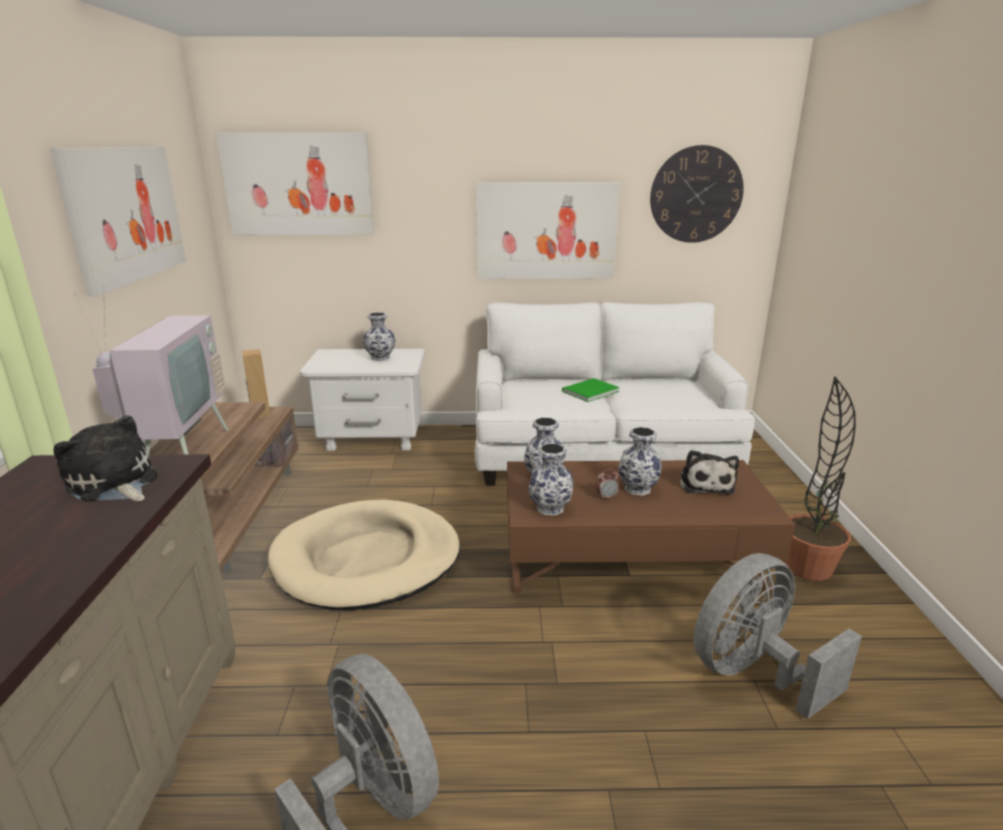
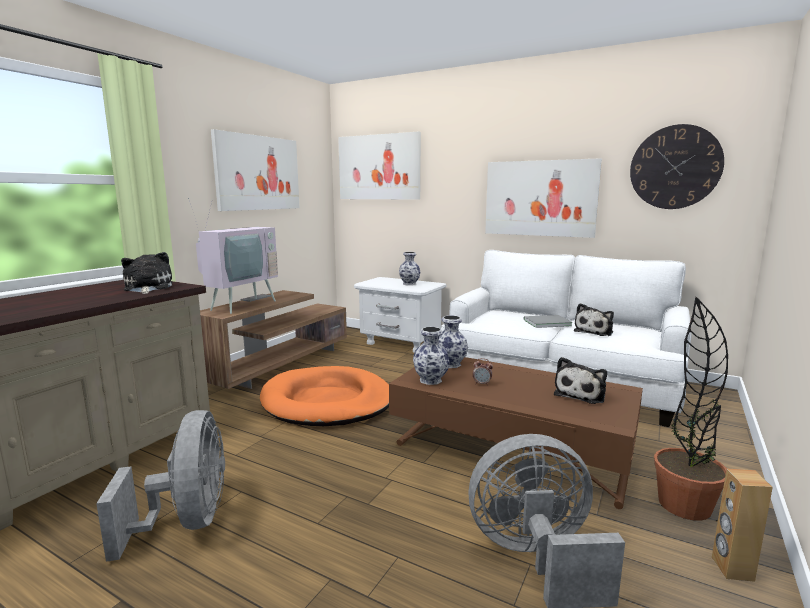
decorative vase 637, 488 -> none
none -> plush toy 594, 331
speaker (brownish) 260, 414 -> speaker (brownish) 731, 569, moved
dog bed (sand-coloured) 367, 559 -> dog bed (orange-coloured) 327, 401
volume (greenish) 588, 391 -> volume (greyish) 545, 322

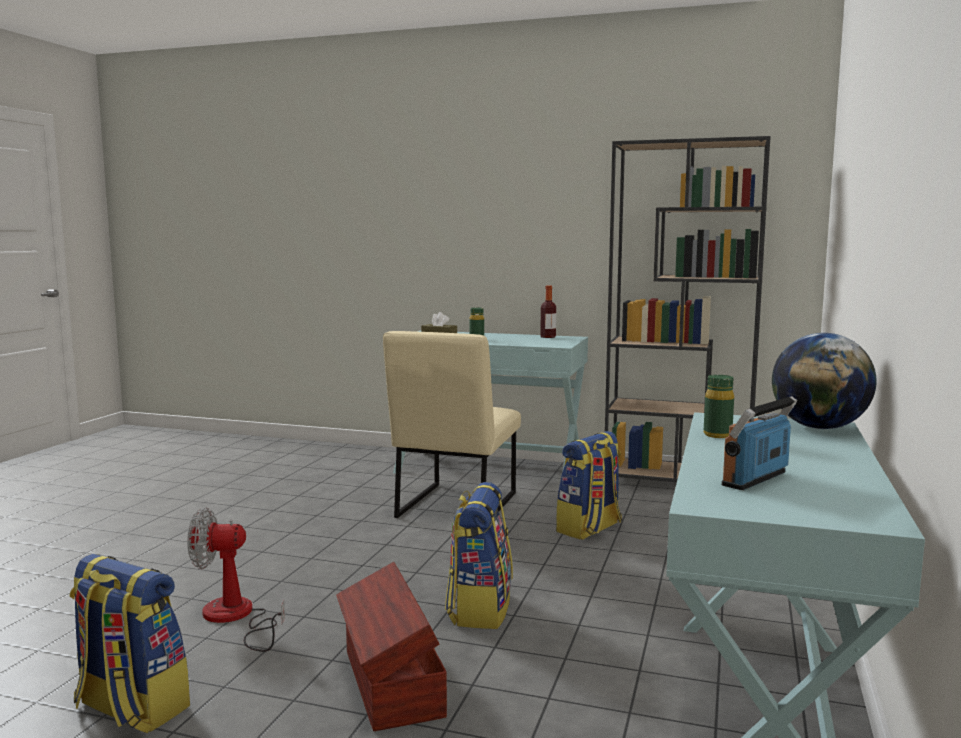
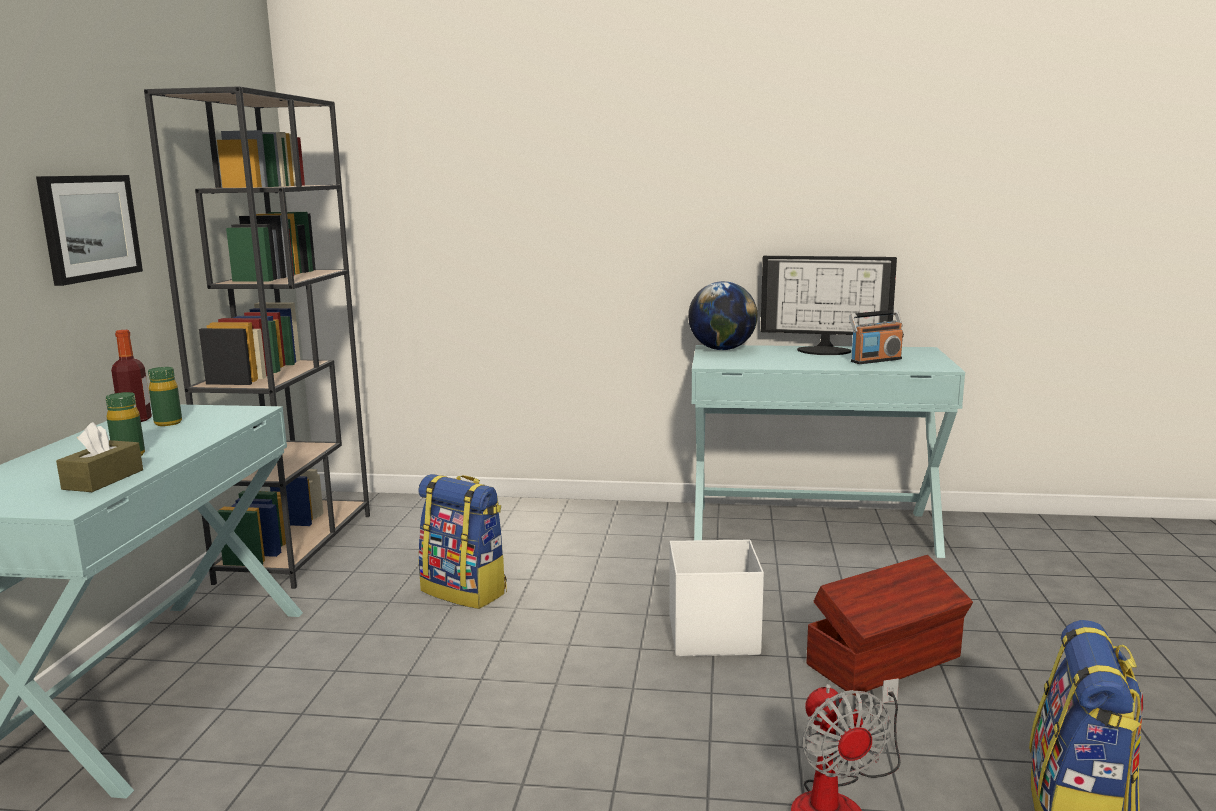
upright chair (sand-coloured) 455, 506 -> none
none -> wall picture 89, 227
none -> monitor 825, 350
drink bottle (greenish) 717, 435 -> drink bottle (greenish) 168, 423, moved
backpack 479, 609 -> storage bin (whitish) 711, 636
radio set 755, 479 -> radio set 875, 360, 60 degrees counterclockwise

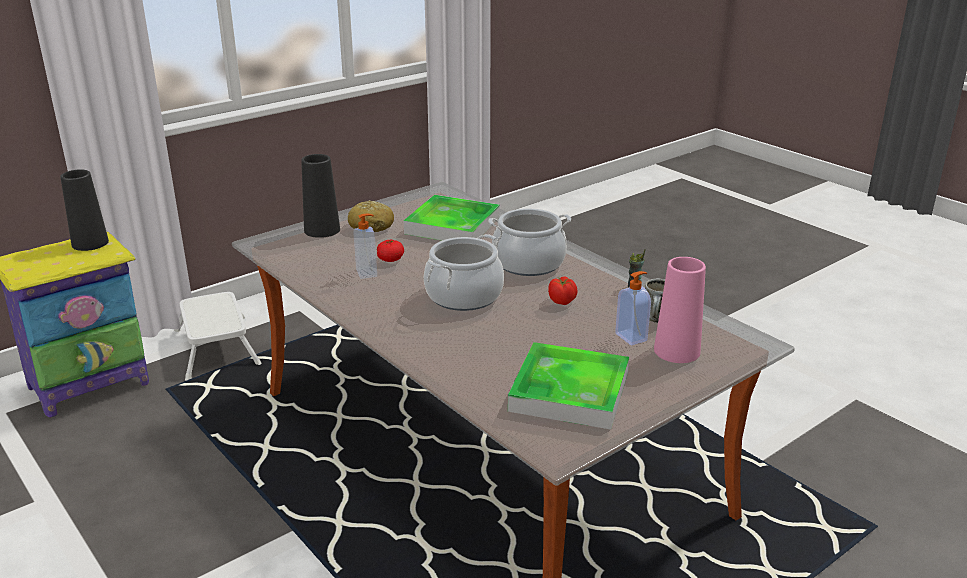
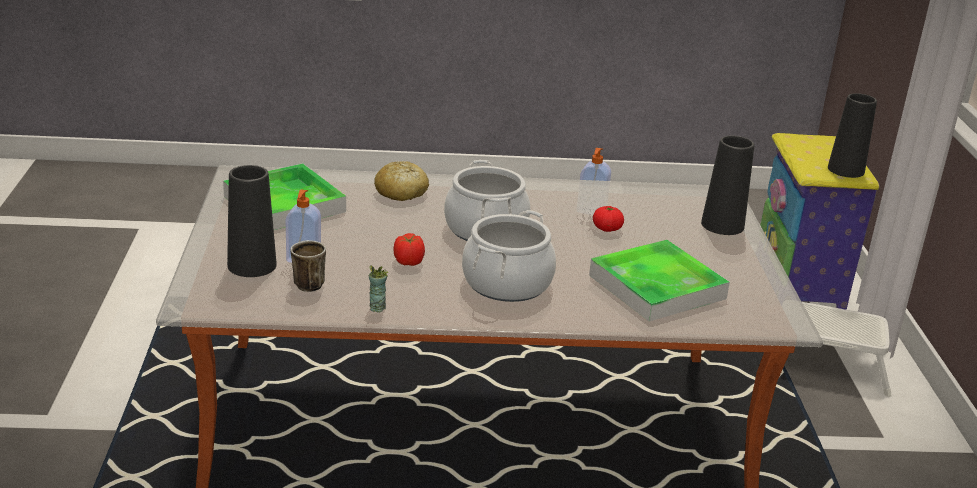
bakery bread 371, 226 -> bakery bread 401, 192, moved
decorative vase (pink-coloured) 676, 351 -> decorative vase (blackish) 252, 265

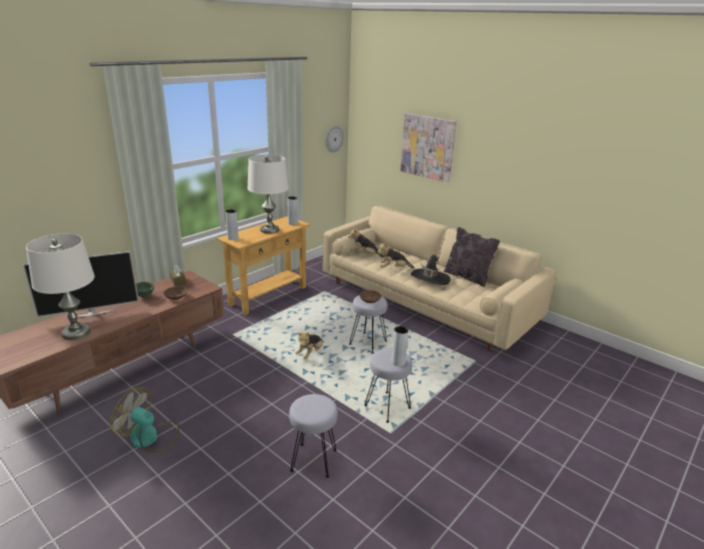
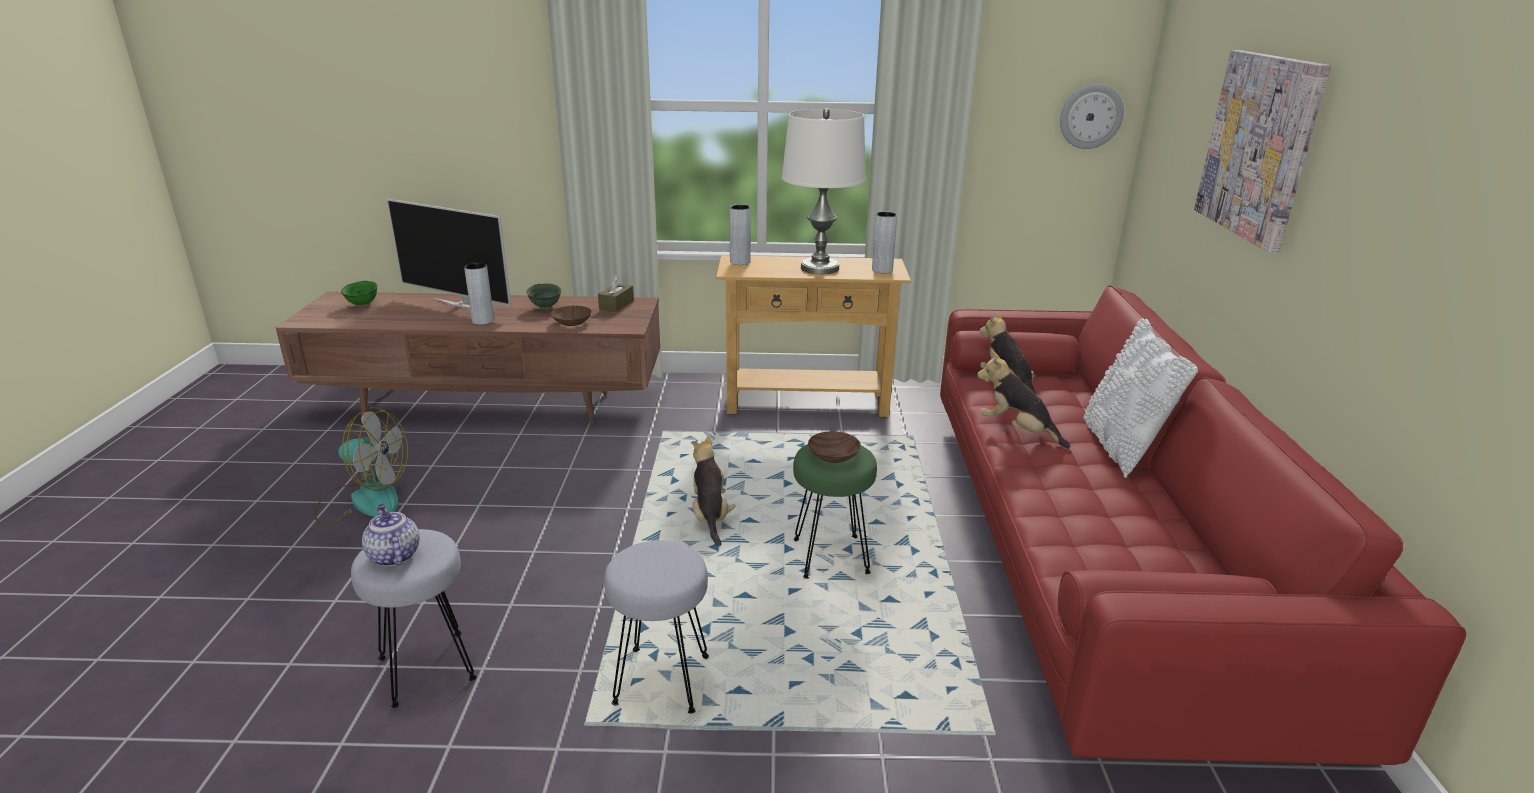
lamp for a table (whitish) 76, 333 -> none
clothing hat (blackish) 430, 278 -> none
pillow (blackish) 467, 277 -> none
none -> serving bowl (greenish) 363, 305
none -> teapot 393, 555
none -> pillow (whitish) 1121, 447
decorative vase (greyish) 398, 362 -> decorative vase (greyish) 483, 321, moved
settee (sand-coloured) 426, 301 -> settee (red) 1095, 552
sitting stool (greyish) 367, 343 -> sitting stool (greenish) 829, 556
cooling fan 150, 437 -> cooling fan 363, 500, 120 degrees clockwise
plush toy 310, 353 -> plush toy 710, 516, 90 degrees clockwise

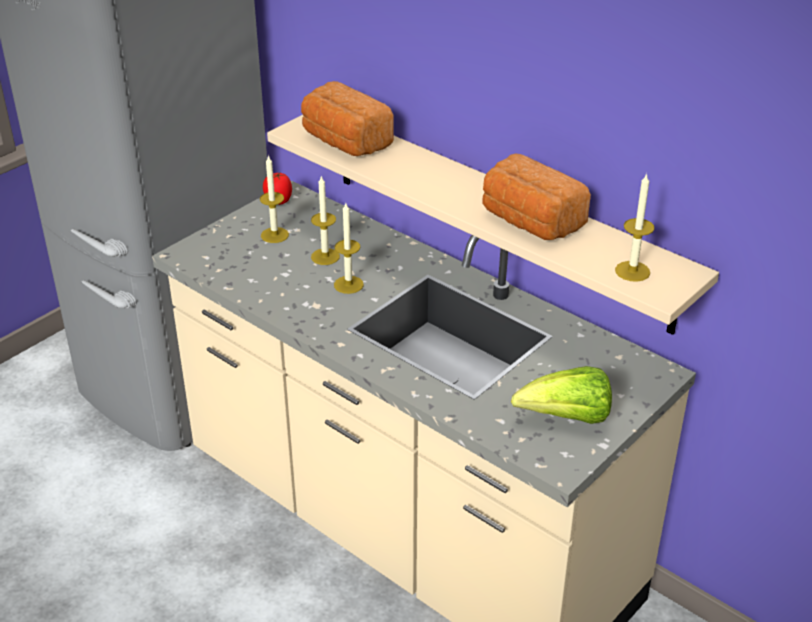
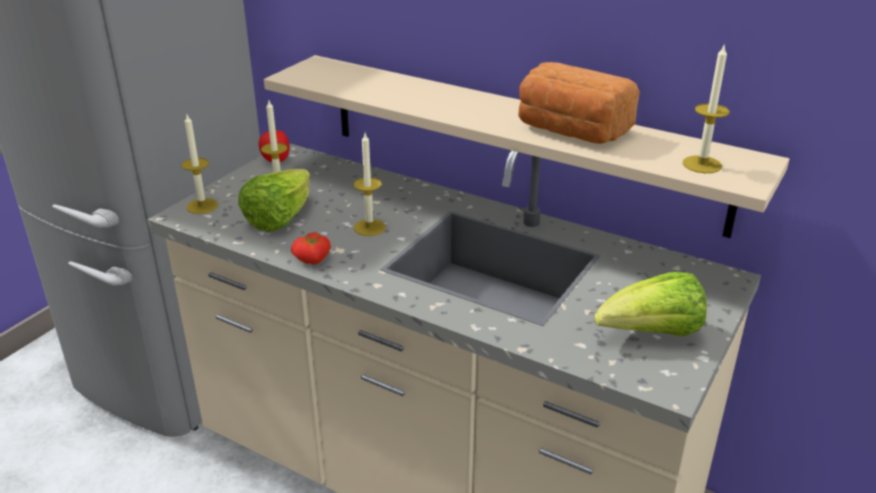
bakery bread 344, 142 -> none
none -> lettuce 279, 218
none -> fresh tomato 312, 260
wax light 325, 256 -> wax light 202, 206, moved

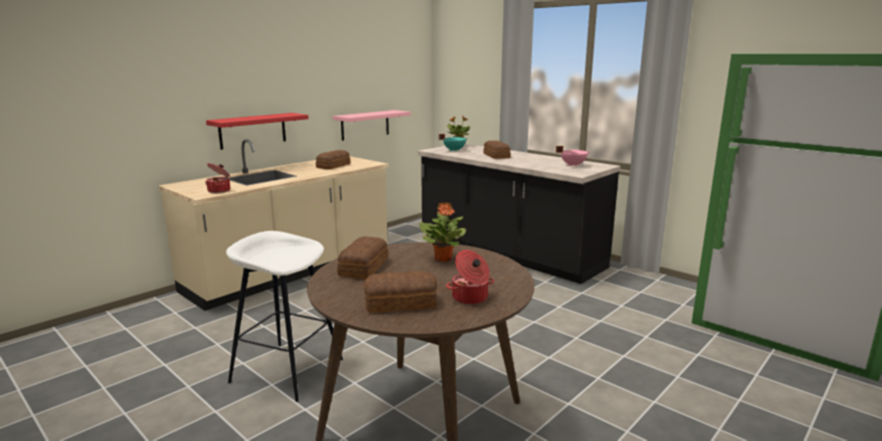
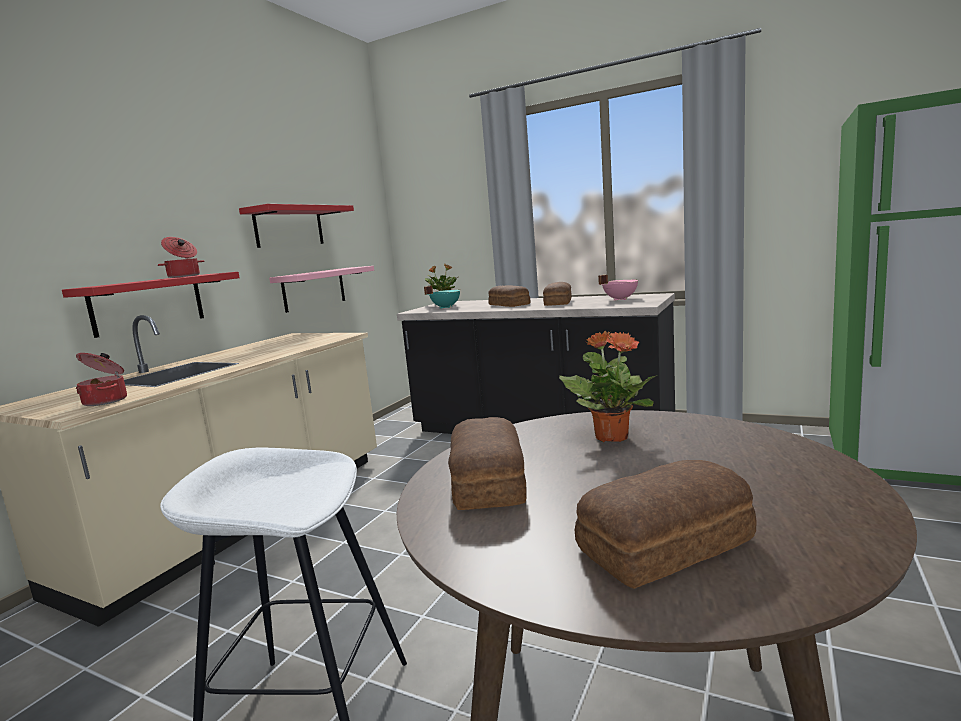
none -> shelf (red) 289, 227
bakery bread 334, 166 -> bakery bread 559, 302, moved
cooking pot 470, 298 -> cooking pot 184, 276, moved

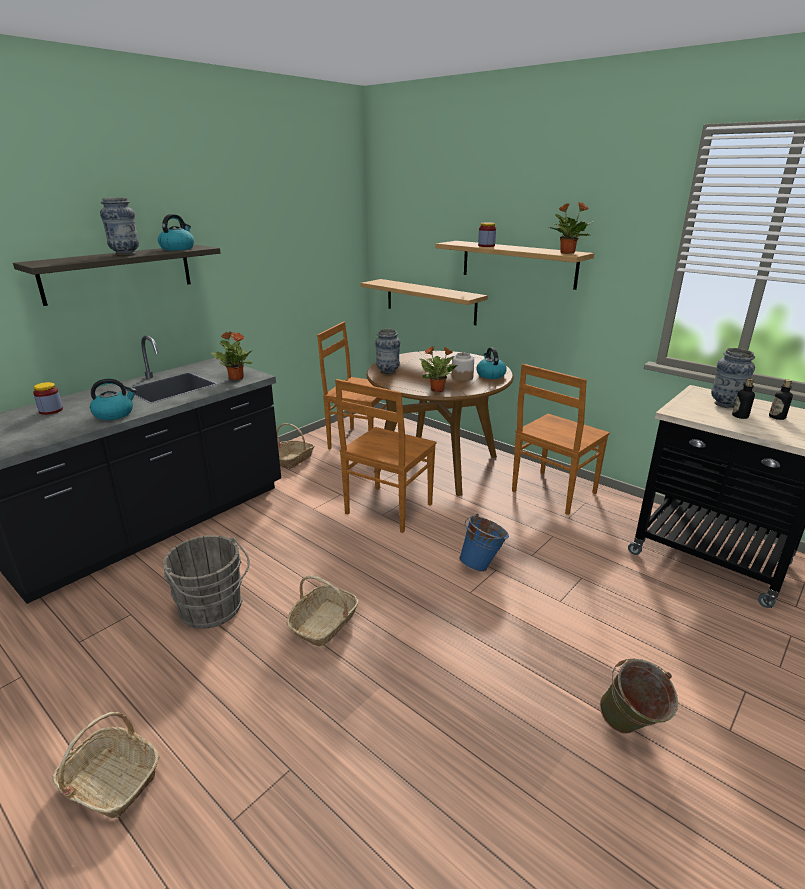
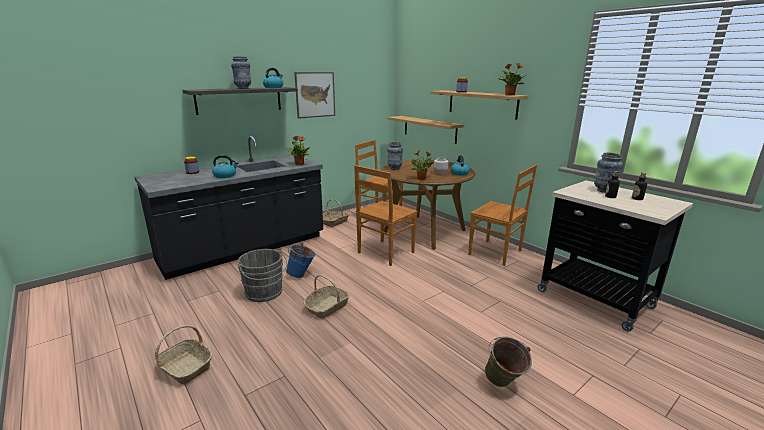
none -> wall picture 315, 94
water bucket (bluish) 482, 565 -> water bucket (bluish) 302, 275, moved
upright chair (brownish) 552, 493 -> upright chair (brownish) 496, 253, 105 degrees counterclockwise

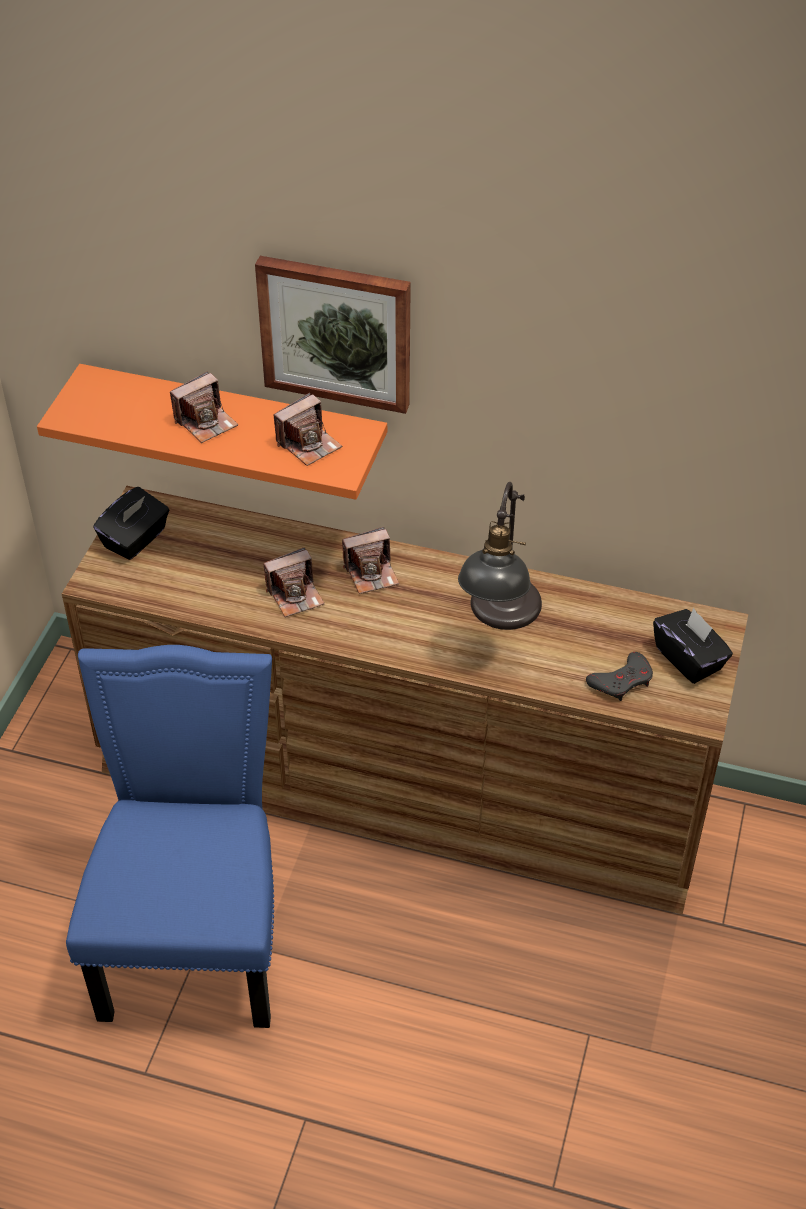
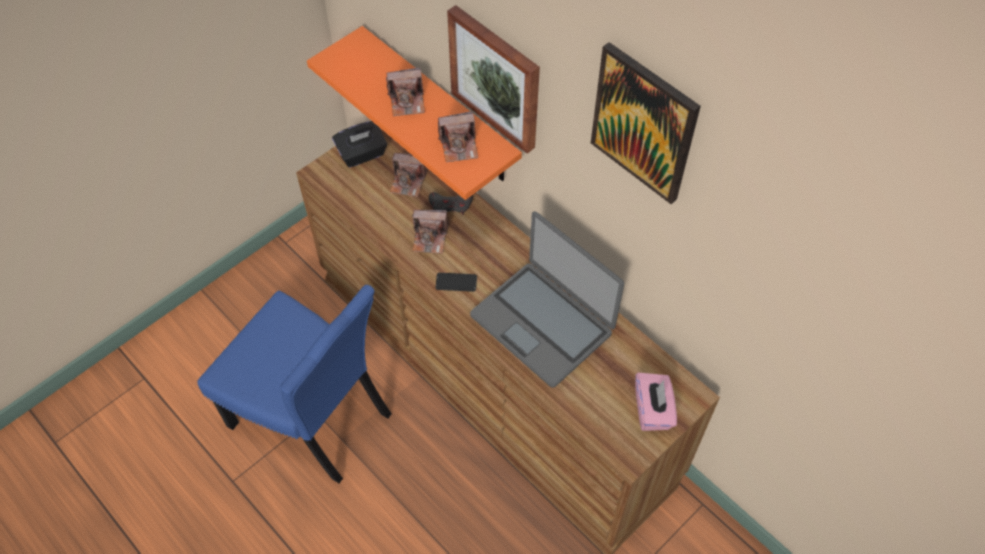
none -> handset 456, 282
none -> wall picture 644, 123
photo camera 371, 573 -> photo camera 408, 182, moved
game controller (greyish) 622, 681 -> game controller (greyish) 451, 205, moved
lamp for a table (greyish) 500, 626 -> laptop 542, 323
box of tissues (blackish) 689, 659 -> box of tissues (pink-coloured) 652, 410
upright chair (bluish) 195, 939 -> upright chair (bluish) 310, 414, 90 degrees clockwise

